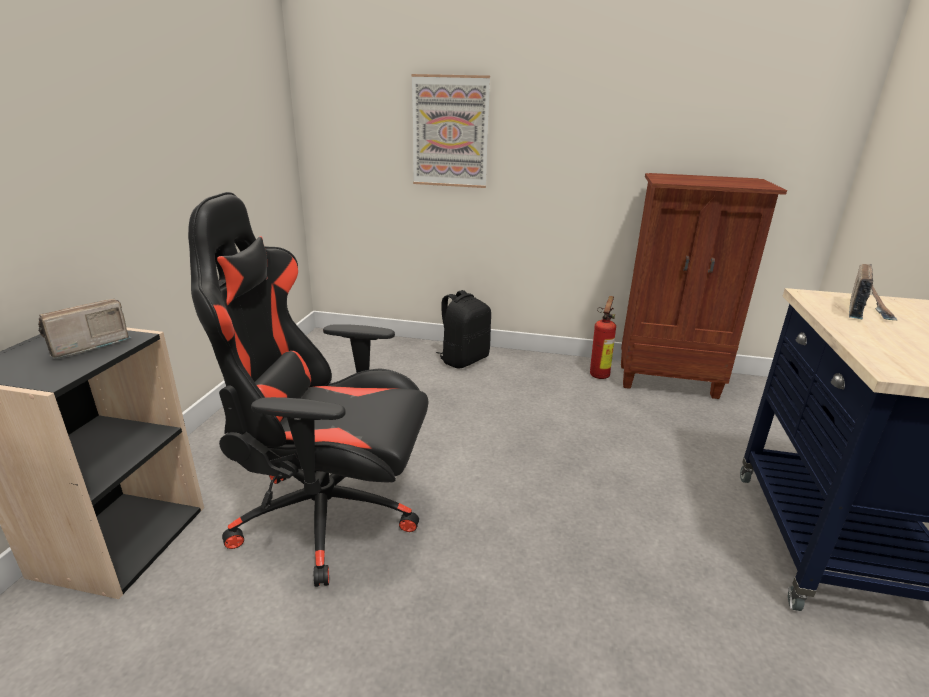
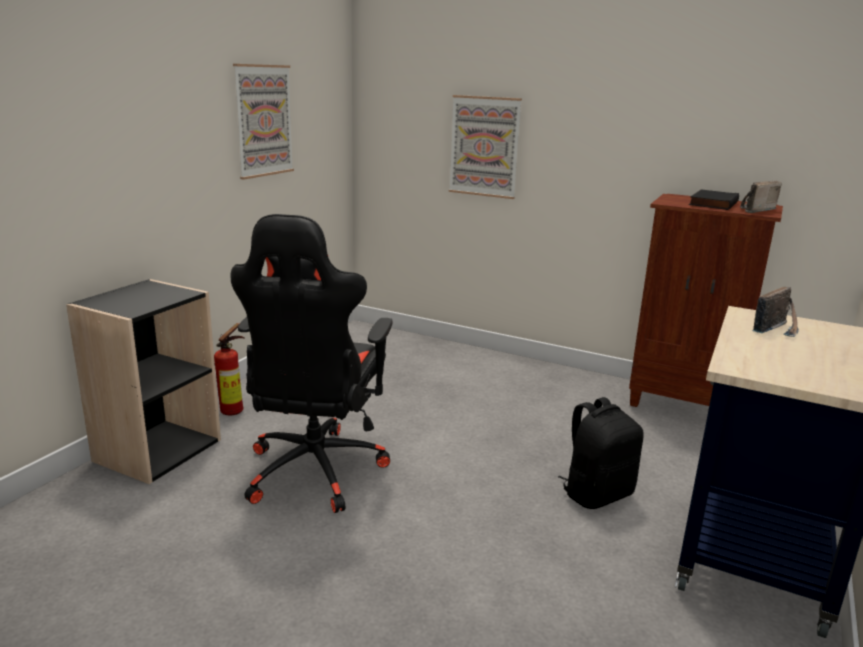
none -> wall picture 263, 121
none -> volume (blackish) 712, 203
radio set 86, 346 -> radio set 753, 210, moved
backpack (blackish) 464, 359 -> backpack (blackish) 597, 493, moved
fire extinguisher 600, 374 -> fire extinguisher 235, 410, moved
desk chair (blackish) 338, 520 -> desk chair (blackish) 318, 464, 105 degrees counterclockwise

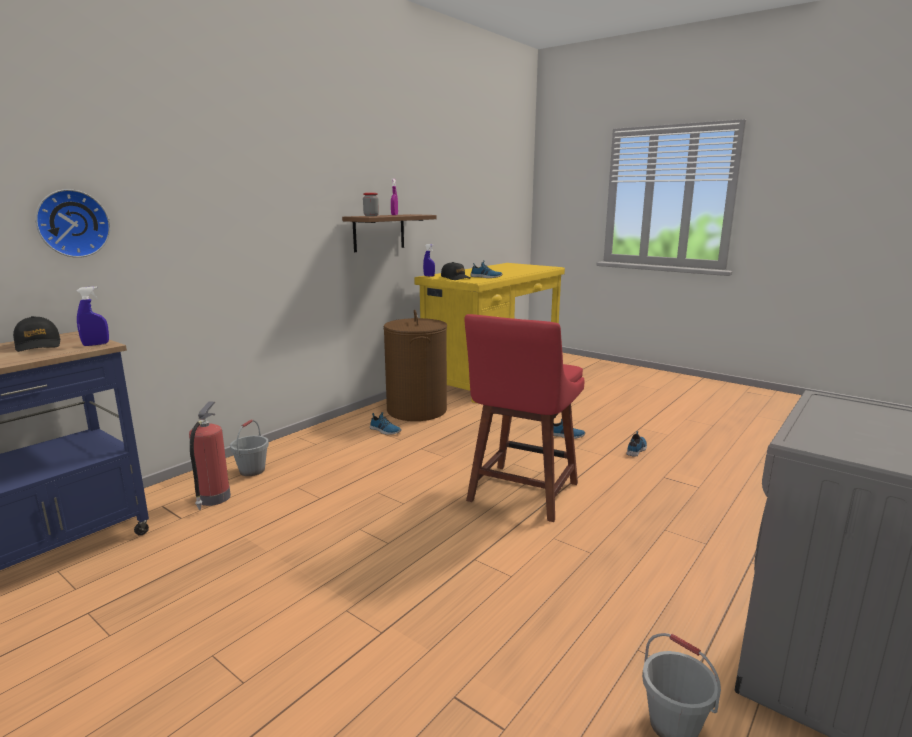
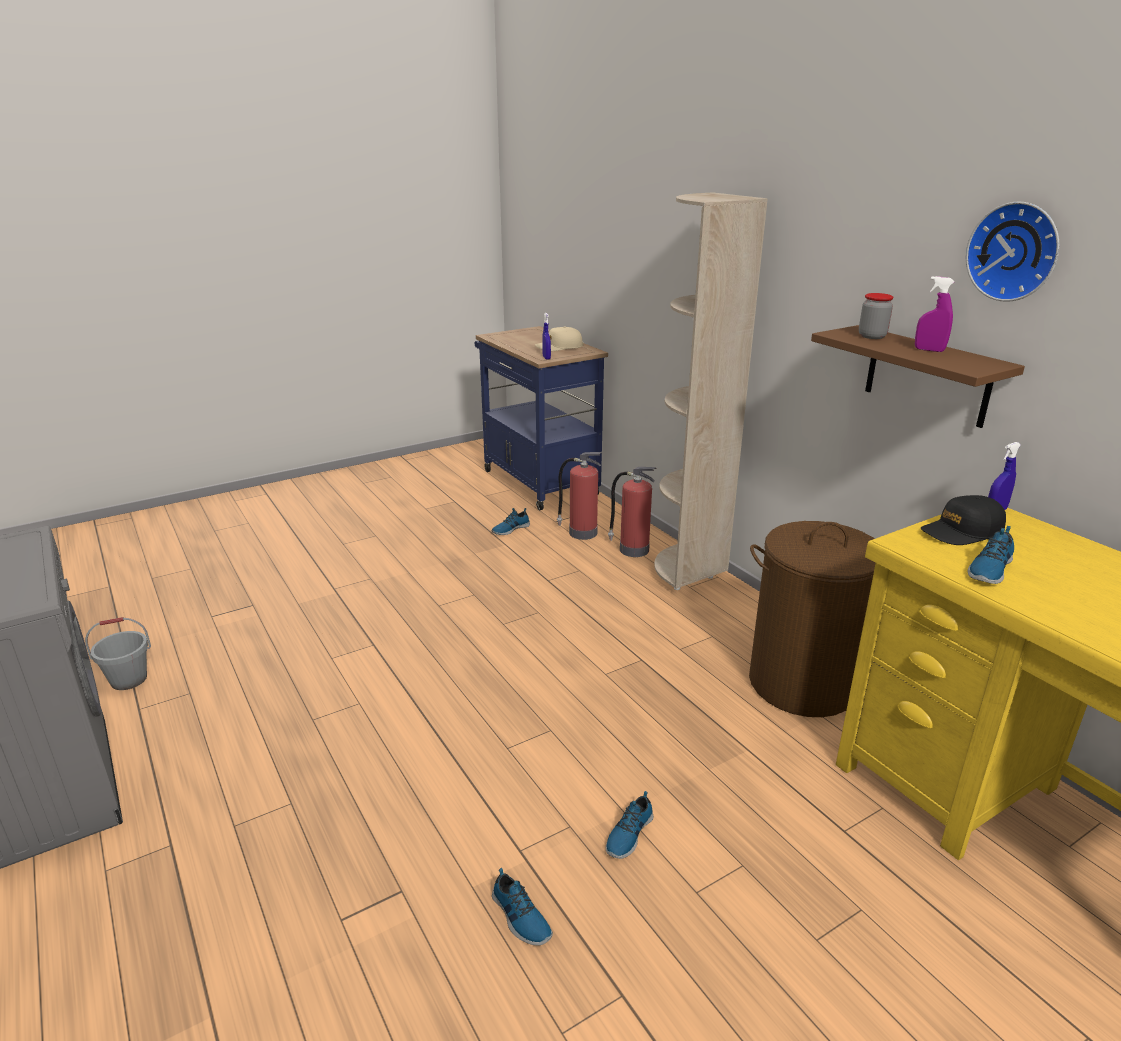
sitting stool (red) 520, 494 -> none
none -> bookshelf (sand-coloured) 683, 573
clock on the wall 72, 223 -> clock on the wall 1015, 251, moved
shoe 385, 430 -> shoe 510, 529, moved
water bucket (greyish) 252, 470 -> fire extinguisher 632, 549
baseball cap (blackish) 38, 345 -> baseball cap (sand-coloured) 559, 347

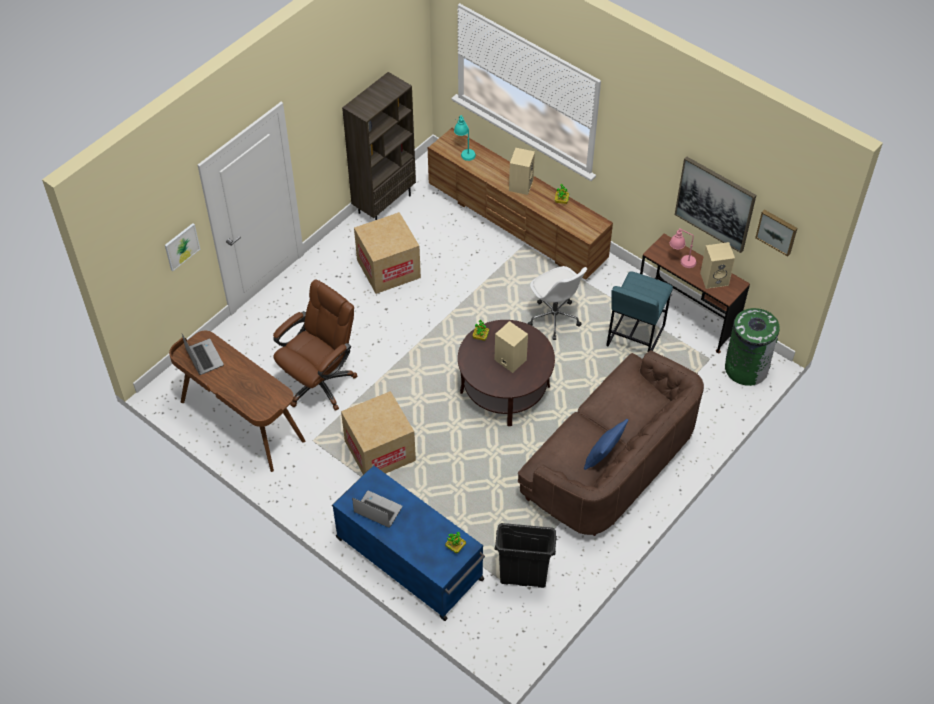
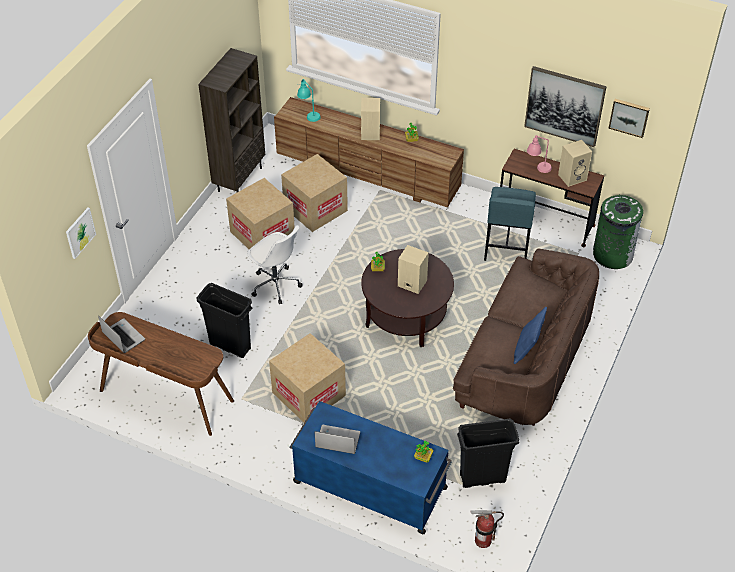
none -> cardboard box 315, 209
none -> fire extinguisher 483, 540
desk chair (whitish) 555, 320 -> desk chair (whitish) 277, 286, moved
desk chair (brownish) 319, 383 -> waste bin (blackish) 230, 346

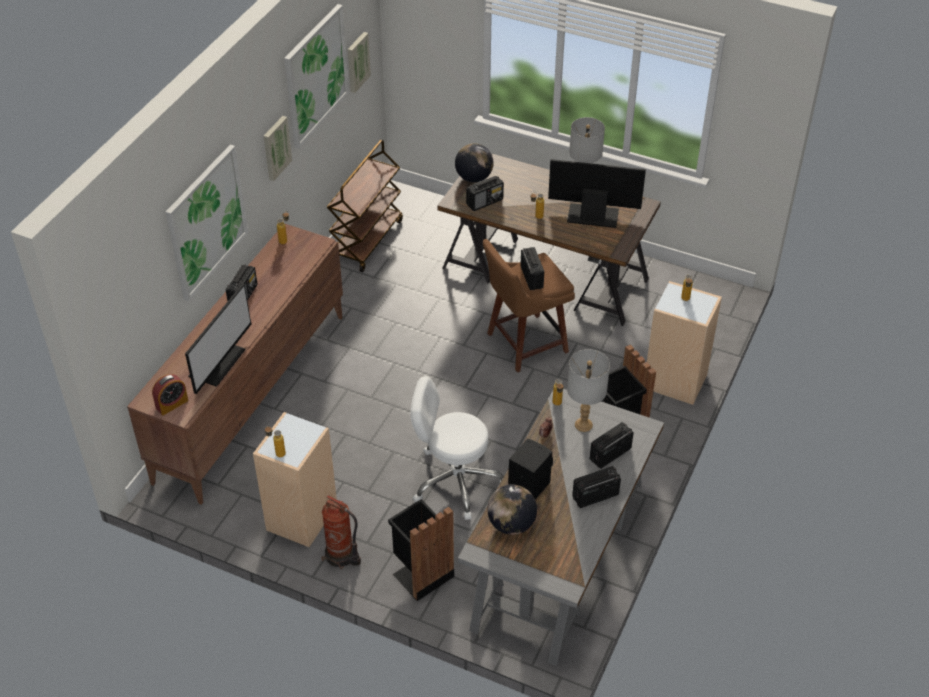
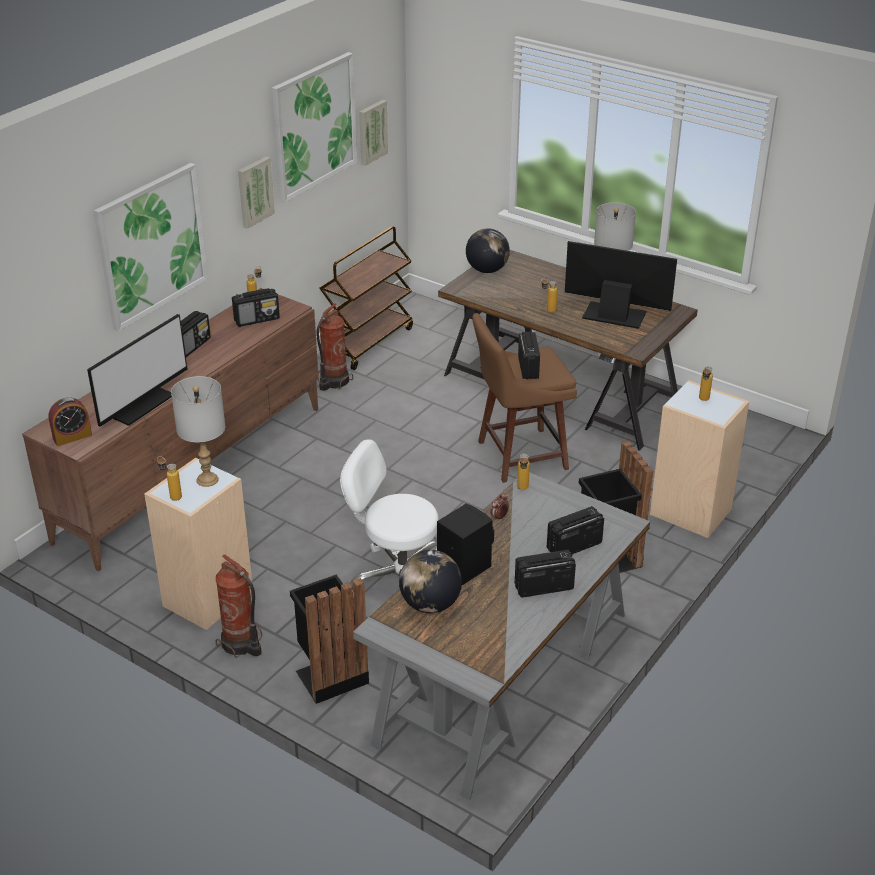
none -> fire extinguisher 333, 381
radio set 485, 202 -> radio set 257, 319, moved
lamp for a table (greyish) 583, 425 -> lamp for a table (greyish) 207, 480, moved

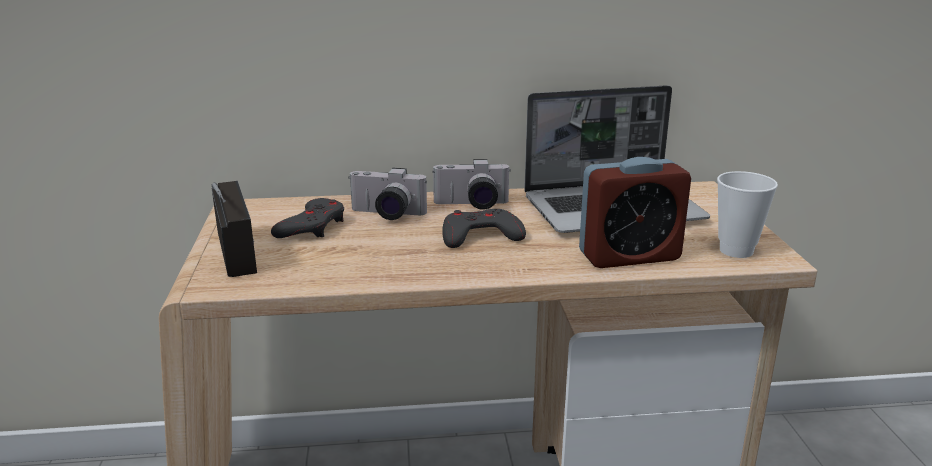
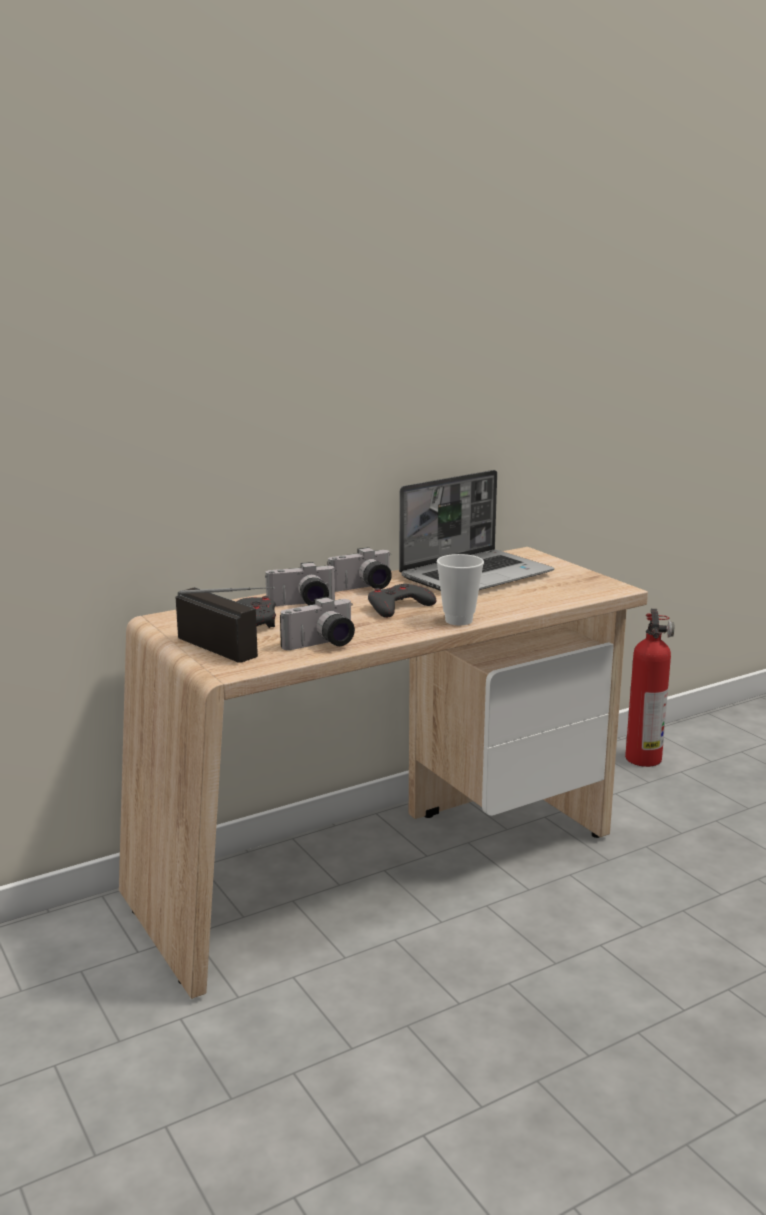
table clock 629, 256 -> none
none -> photo camera 322, 645
none -> fire extinguisher 643, 757
cup 736, 251 -> cup 459, 620, moved

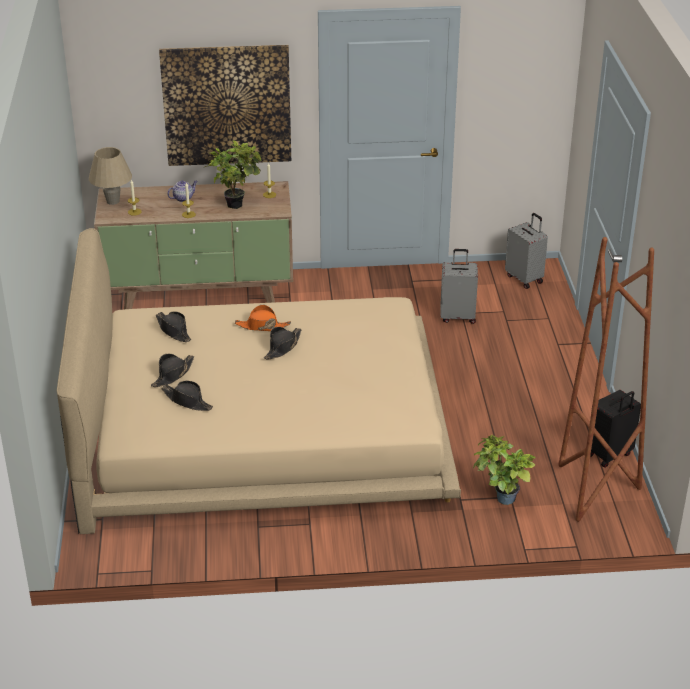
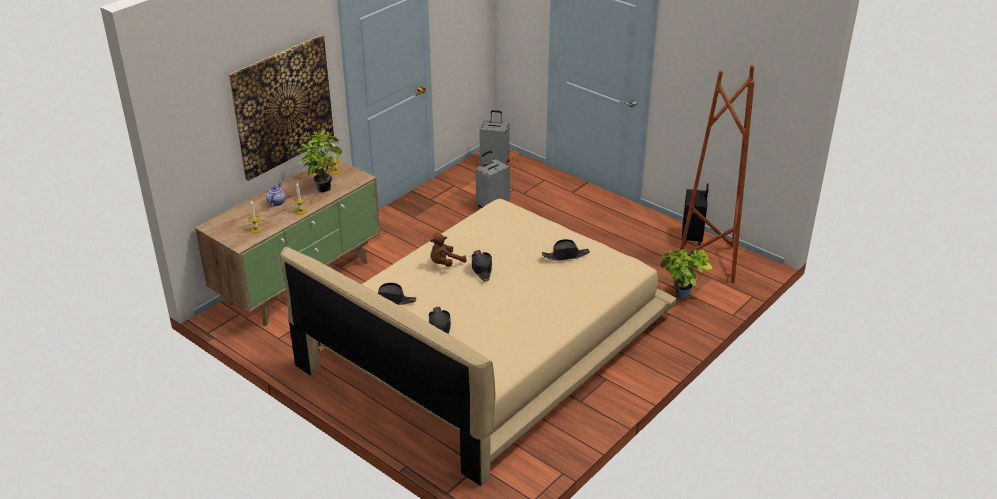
lamp for a table (sand-coloured) 113, 201 -> none
clothing hat (blackish) 187, 401 -> clothing hat (blackish) 565, 255, moved
clothing hat (orange-coloured) 262, 326 -> plush toy (brownish) 445, 263

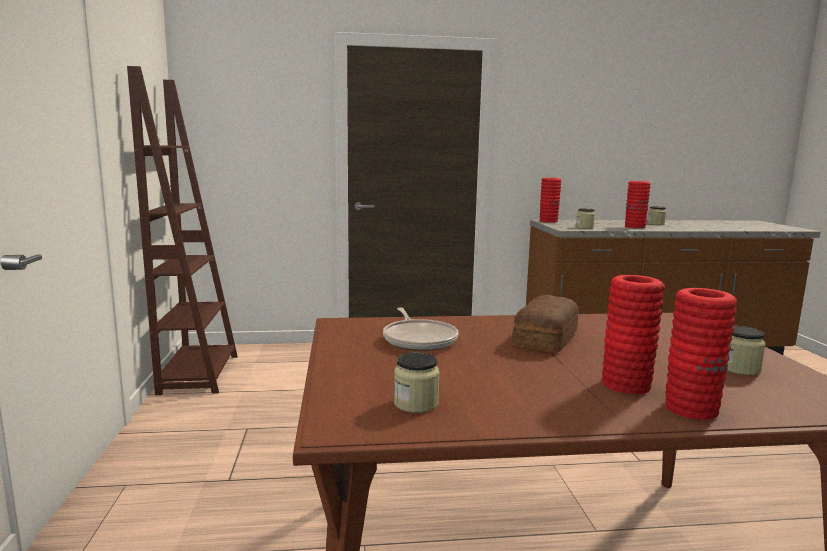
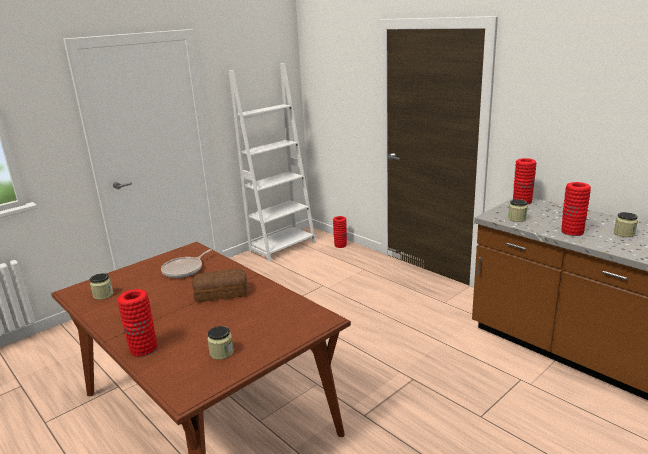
decorative vase (red) 626, 385 -> decorative vase (red) 340, 245, moved
bookshelf (brownish) 199, 374 -> bookshelf (whitish) 282, 247

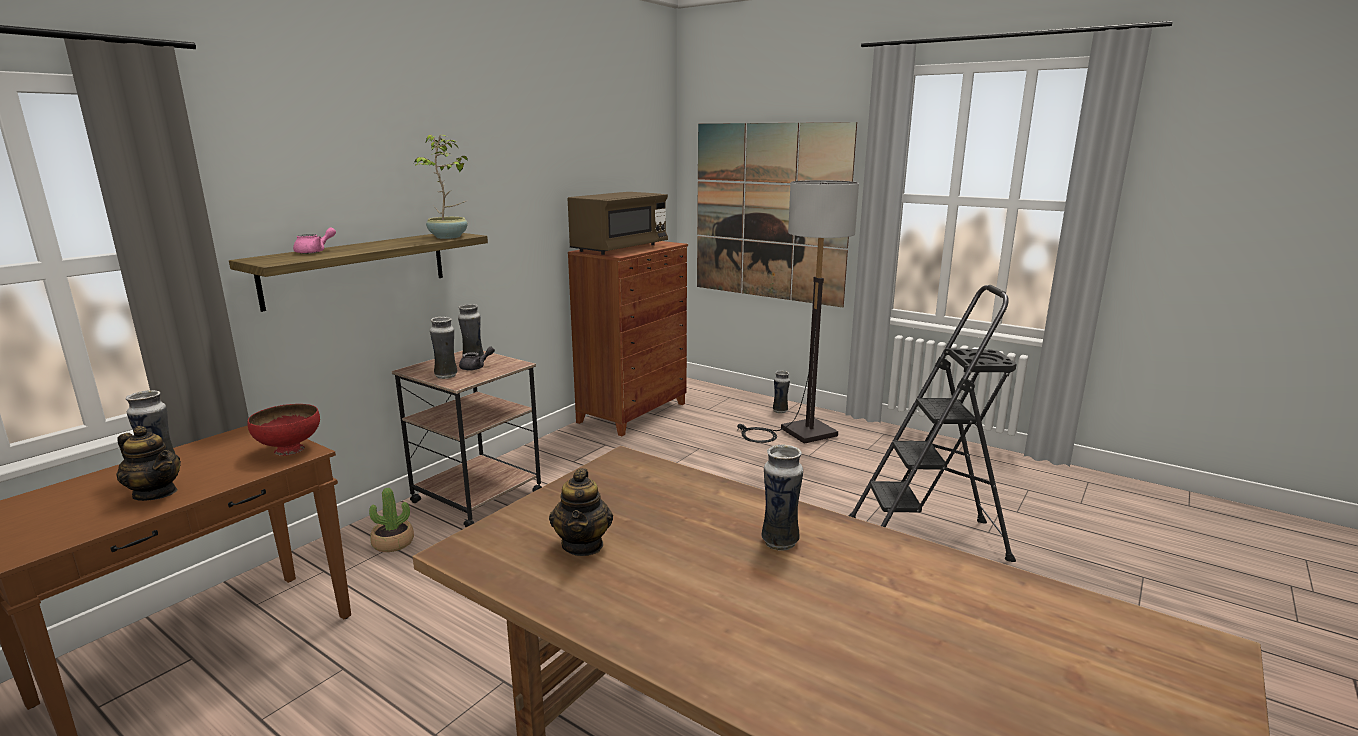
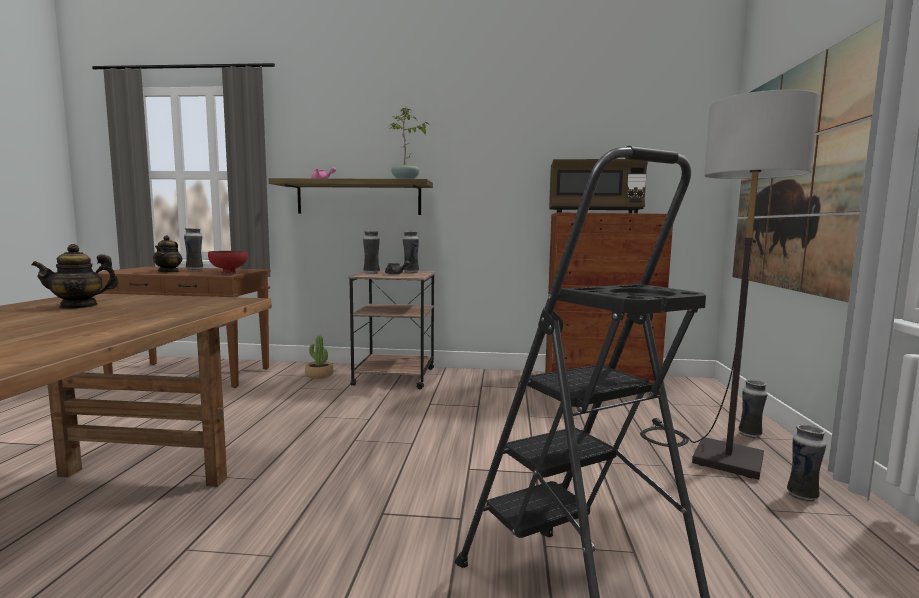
decorative vase 779, 541 -> decorative vase 802, 496, moved

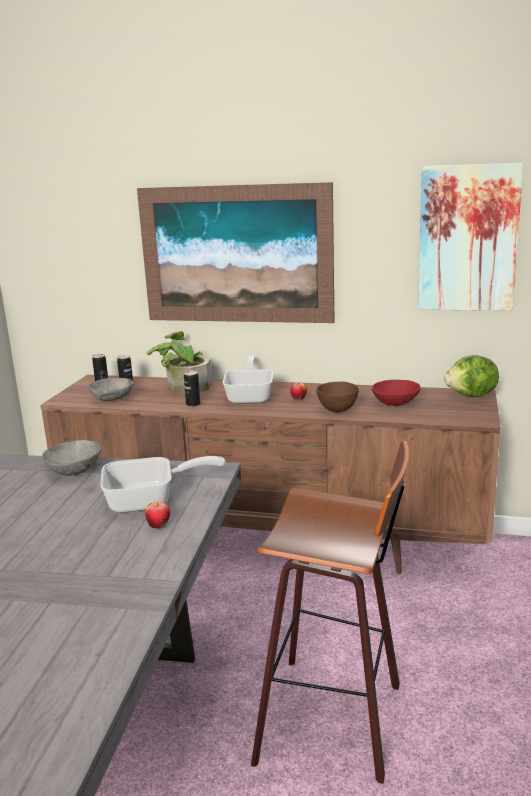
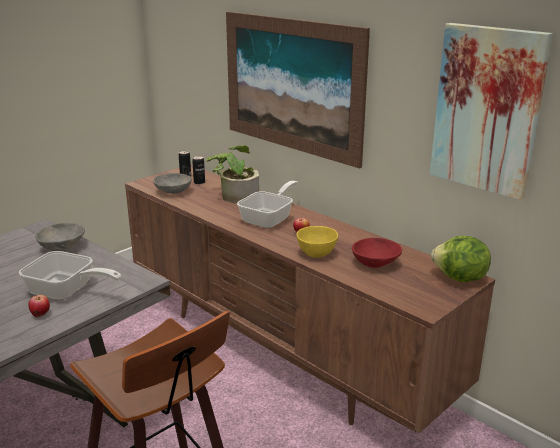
can 193, 404 -> none
serving bowl (brownish) 337, 409 -> serving bowl (yellow-coloured) 317, 254

